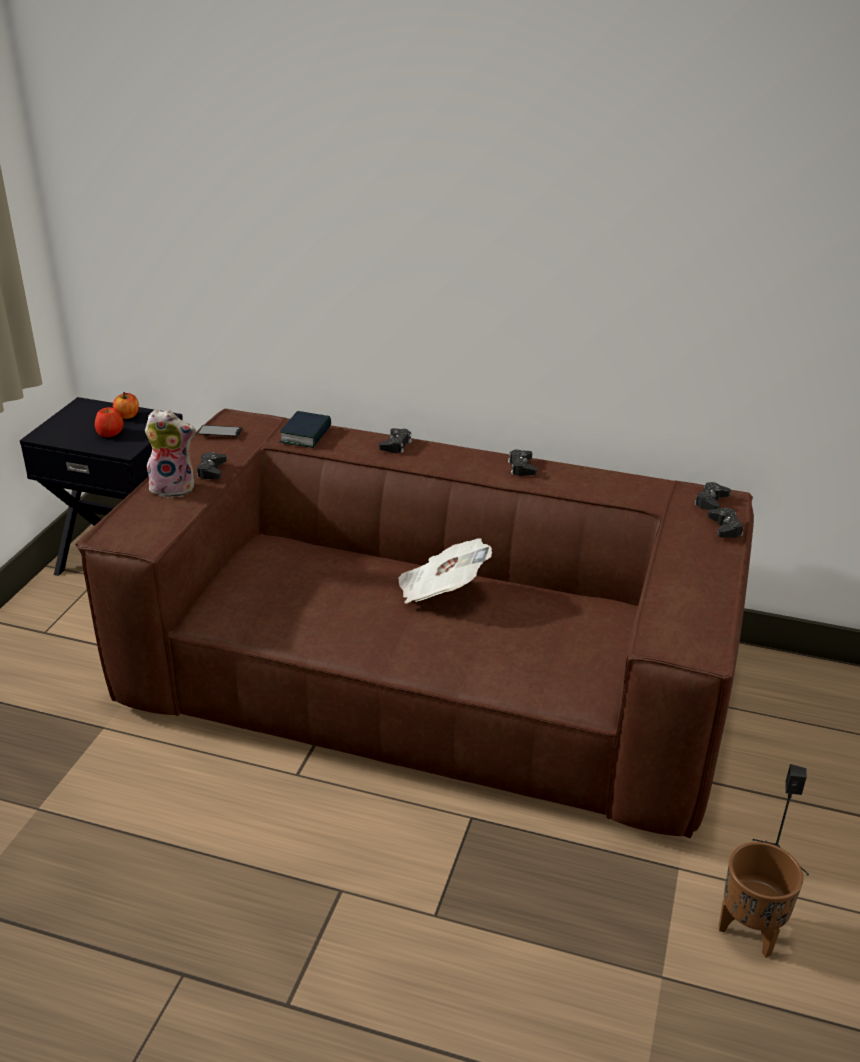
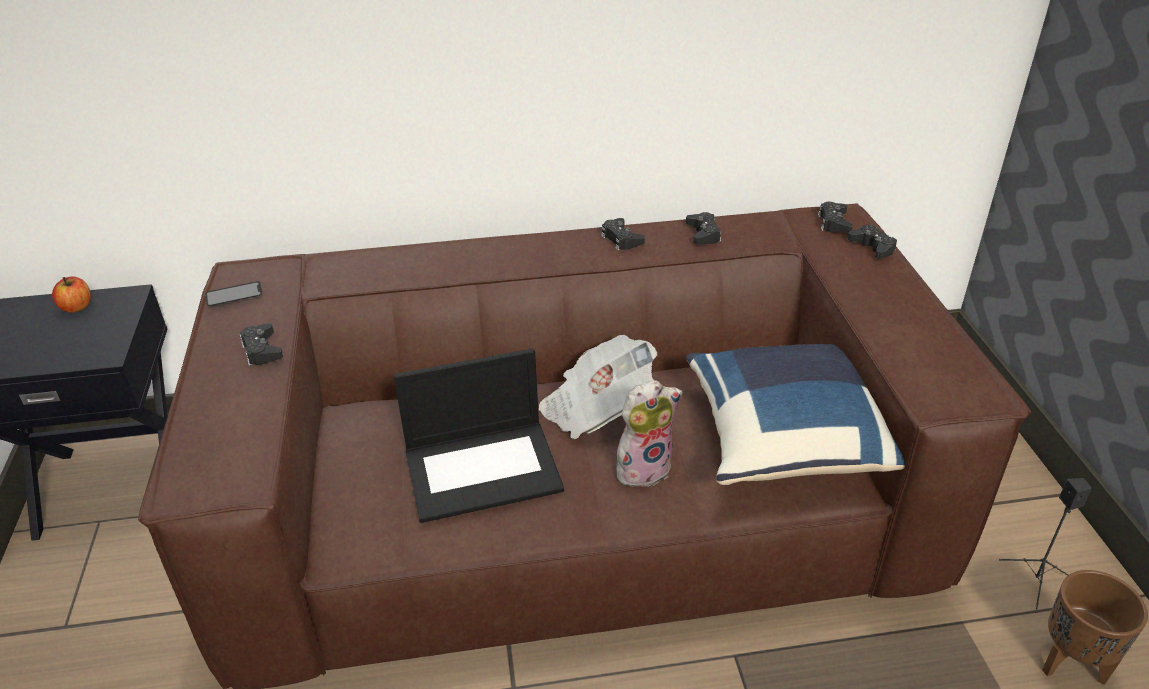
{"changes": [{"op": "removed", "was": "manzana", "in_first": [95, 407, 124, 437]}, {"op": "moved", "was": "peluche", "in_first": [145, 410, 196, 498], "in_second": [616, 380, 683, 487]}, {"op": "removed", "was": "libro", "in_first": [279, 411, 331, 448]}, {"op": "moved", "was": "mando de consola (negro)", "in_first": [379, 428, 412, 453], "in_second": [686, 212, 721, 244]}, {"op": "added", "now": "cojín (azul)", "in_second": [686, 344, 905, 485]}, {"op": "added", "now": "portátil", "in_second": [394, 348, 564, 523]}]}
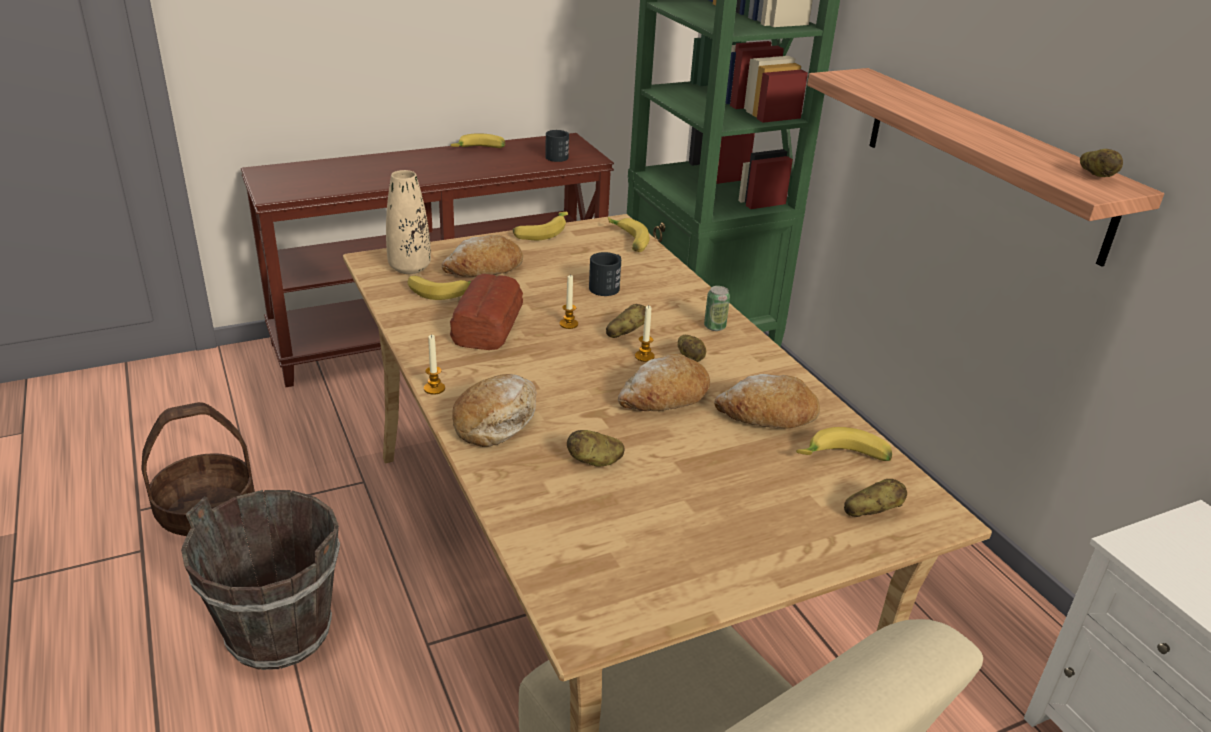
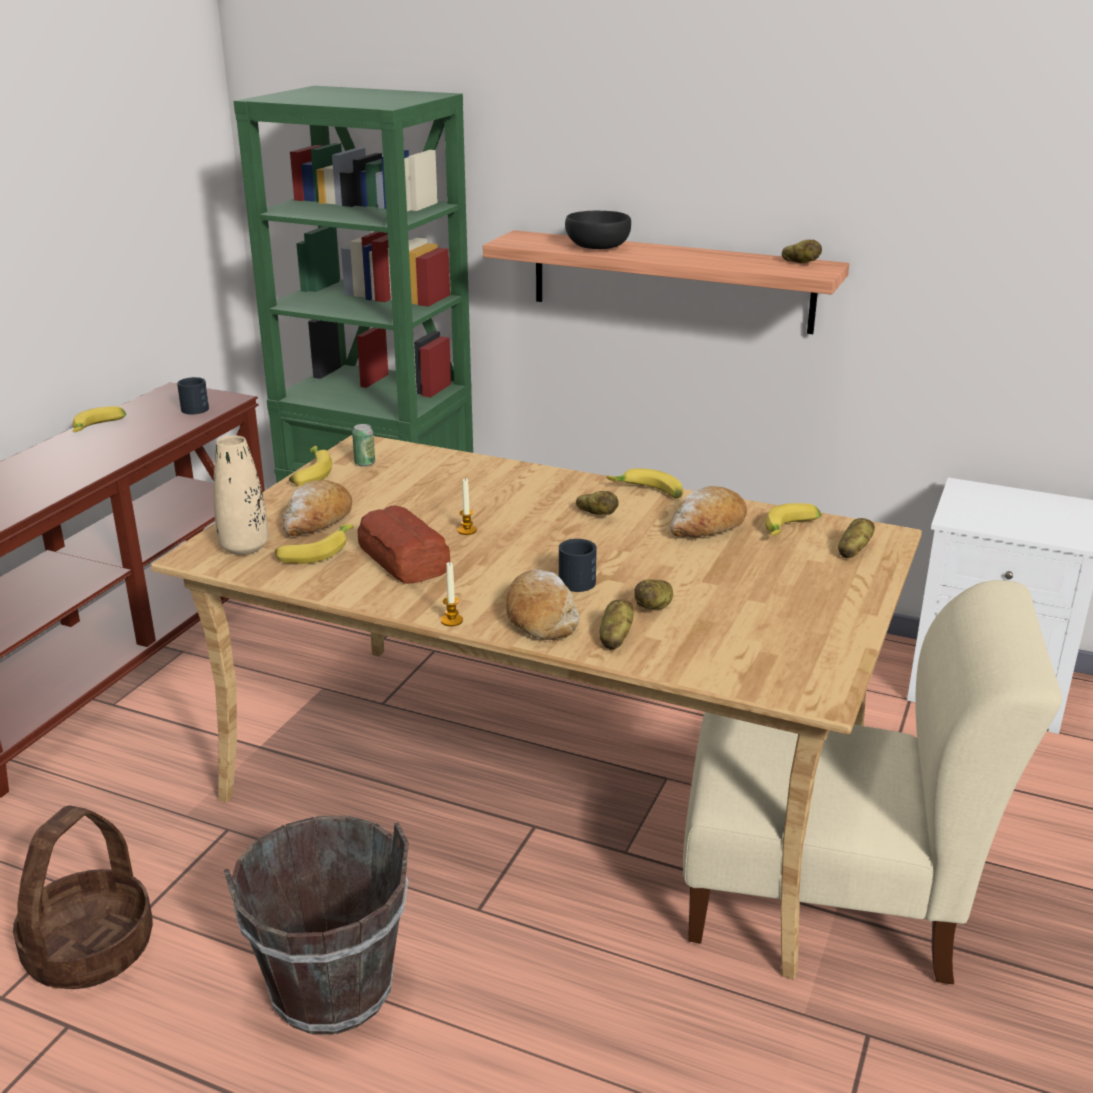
{"changes": [{"op": "moved", "was": "plátano", "in_first": [608, 217, 650, 252], "in_second": [606, 468, 684, 498]}, {"op": "moved", "was": "taza grande (negro)", "in_first": [589, 252, 621, 296], "in_second": [559, 539, 597, 592]}, {"op": "moved", "was": "lata", "in_first": [704, 286, 730, 331], "in_second": [352, 424, 375, 467]}, {"op": "moved", "was": "patata", "in_first": [606, 304, 646, 338], "in_second": [599, 599, 634, 649]}, {"op": "removed", "was": "vela", "in_first": [635, 306, 655, 362]}, {"op": "removed", "was": "pan", "in_first": [618, 354, 710, 411]}, {"op": "added", "now": "cuenco (negro)", "in_second": [565, 211, 631, 249]}]}
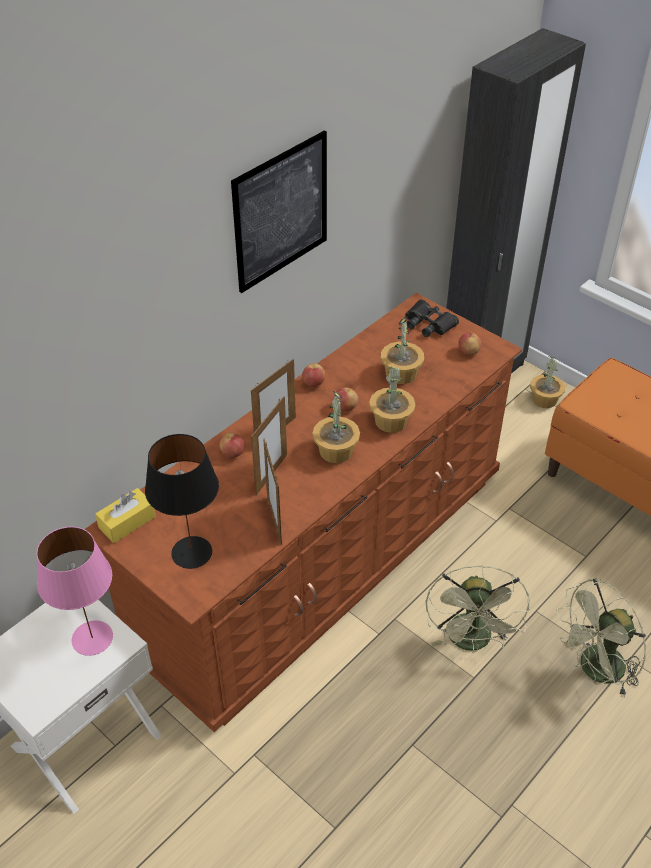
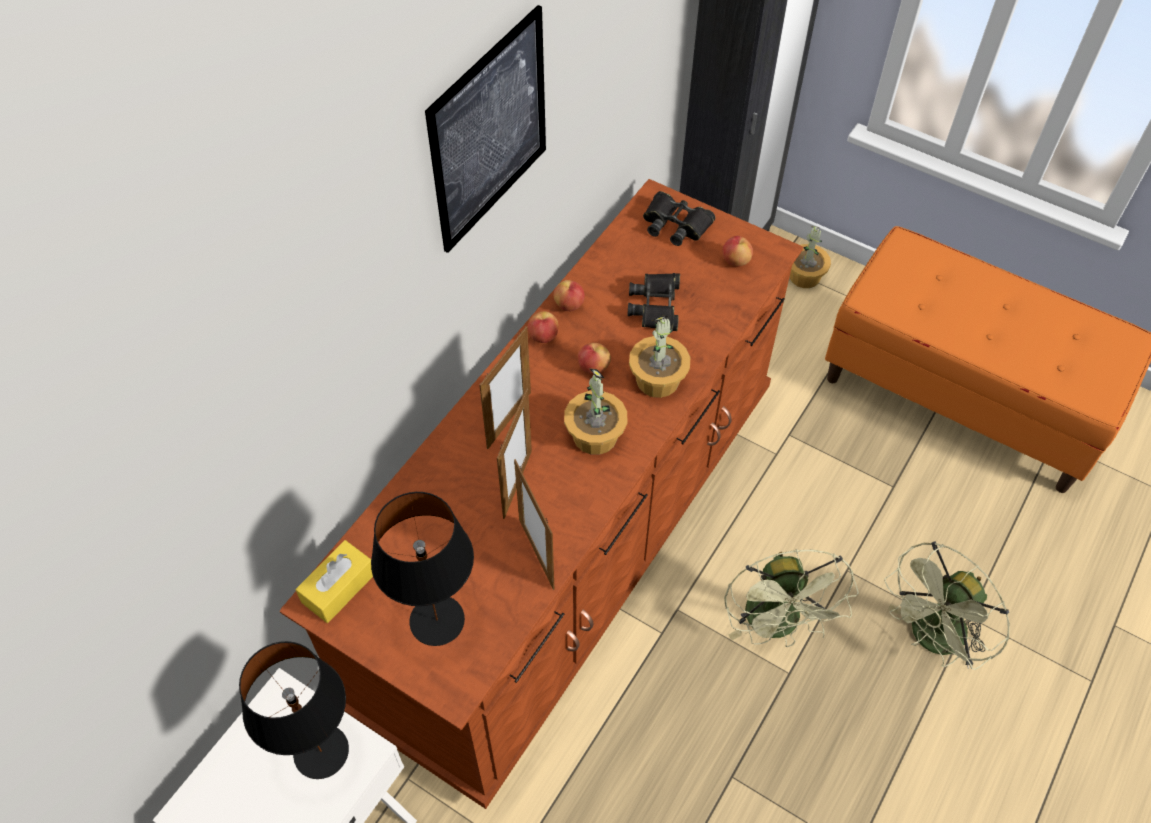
{"changes": [{"op": "replaced", "was": "planta en maceta", "now": "prismáticos (negro)", "in_first": [381, 316, 424, 384], "in_second": [627, 273, 680, 331]}, {"op": "moved", "was": "manzana", "in_first": [219, 433, 245, 458], "in_second": [554, 280, 585, 311]}, {"op": "recoloured", "was": "lámpara de mesa (rosa)", "now": "lámpara de mesa (negro)", "in_first": [37, 527, 113, 656], "in_second": [239, 641, 349, 779]}]}
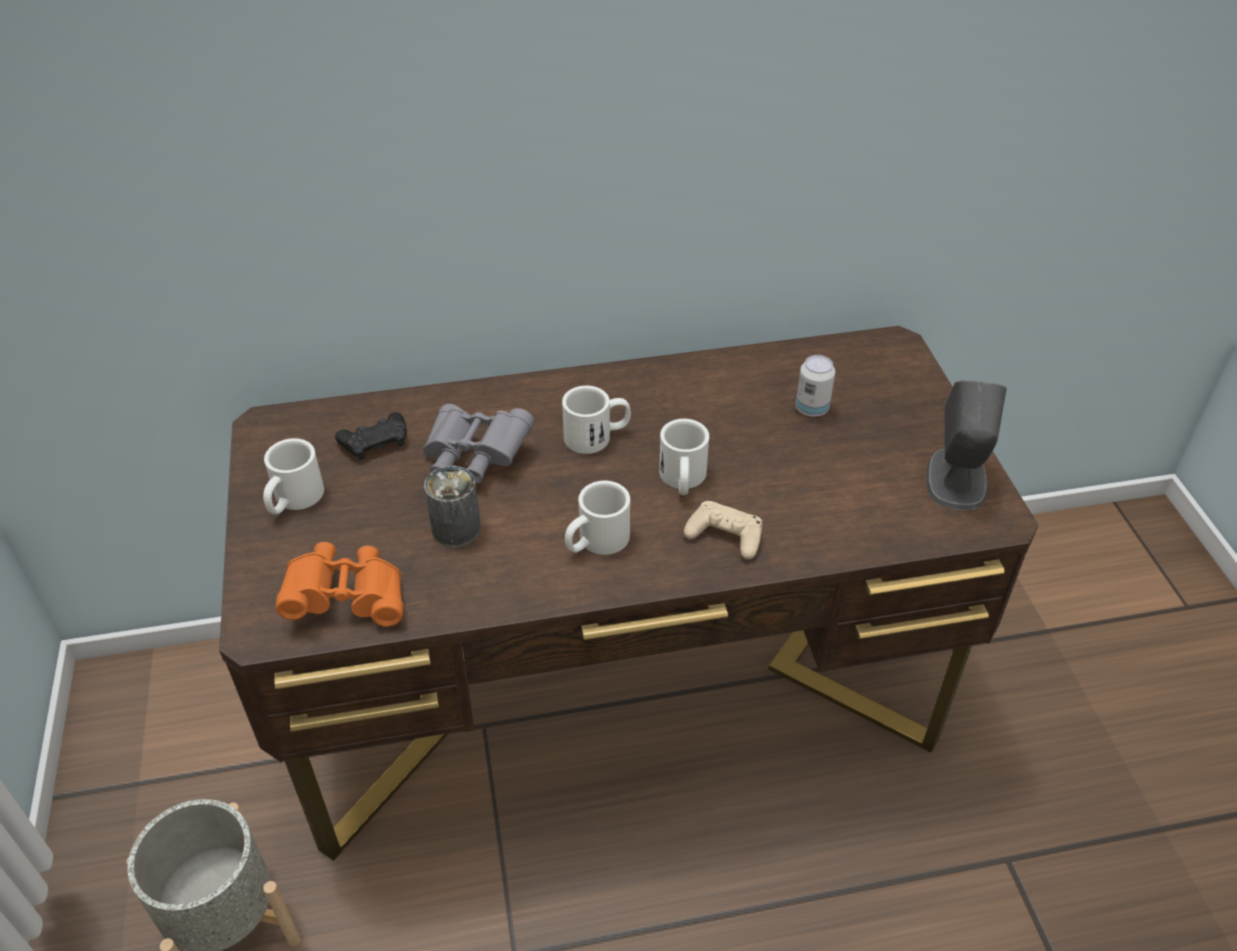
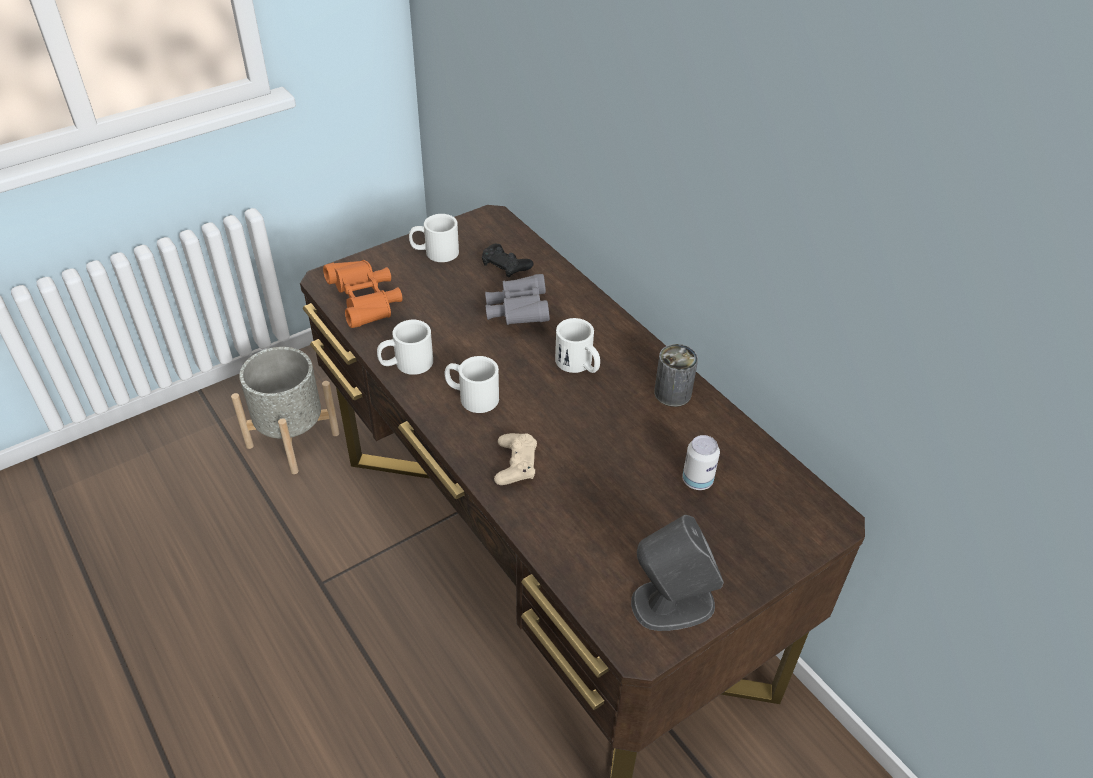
{"changes": [{"op": "moved", "was": "taza grande (blanco)", "in_first": [659, 419, 709, 495], "in_second": [377, 320, 433, 375]}, {"op": "moved", "was": "lata", "in_first": [424, 466, 481, 547], "in_second": [654, 344, 698, 407]}]}
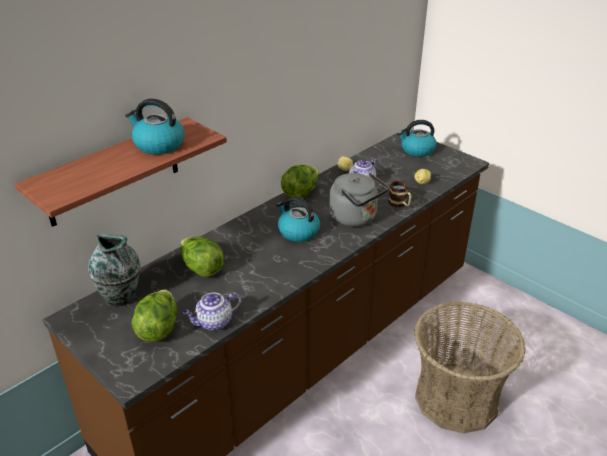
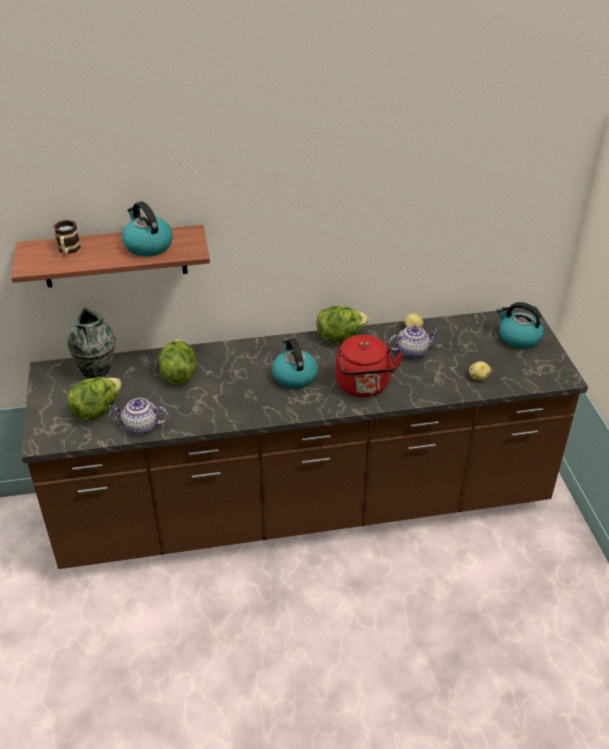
{"changes": [{"op": "recoloured", "was": "hervidor (gris)", "now": "hervidor (rojo)", "in_first": [329, 172, 389, 227], "in_second": [335, 335, 403, 397]}, {"op": "moved", "was": "taza grande", "in_first": [389, 181, 412, 207], "in_second": [53, 220, 81, 254]}, {"op": "removed", "was": "cesta", "in_first": [414, 301, 526, 434]}]}
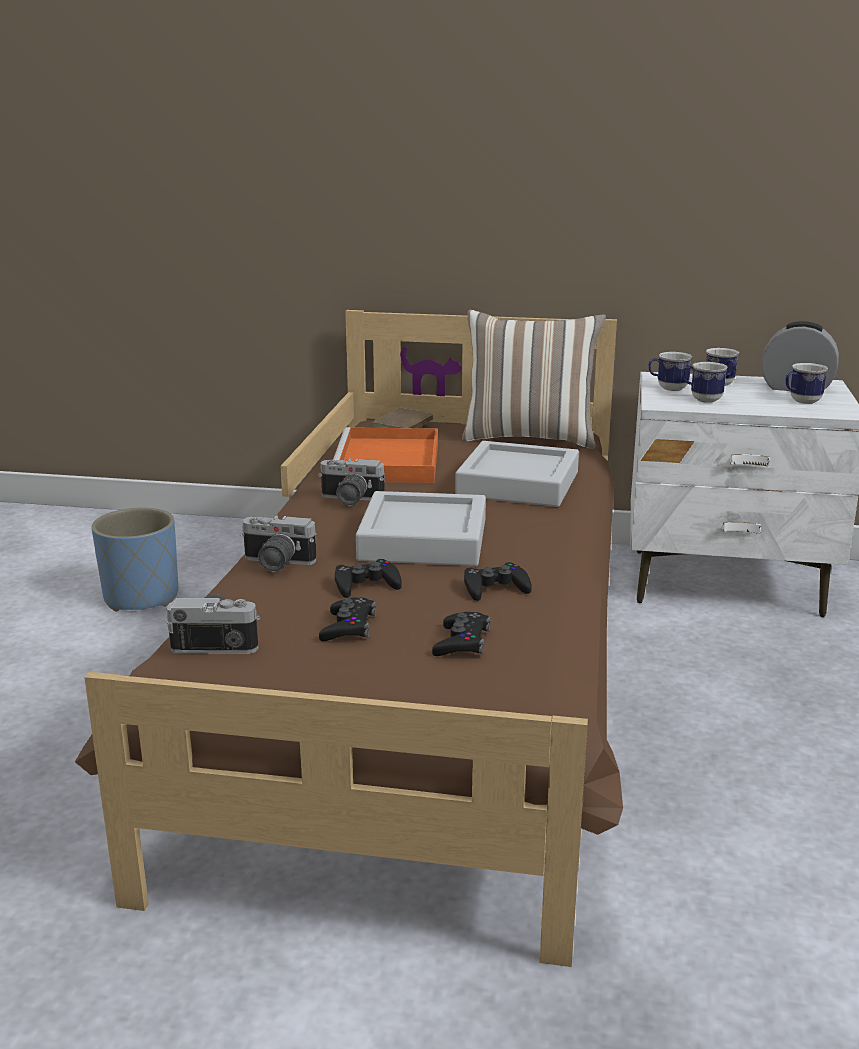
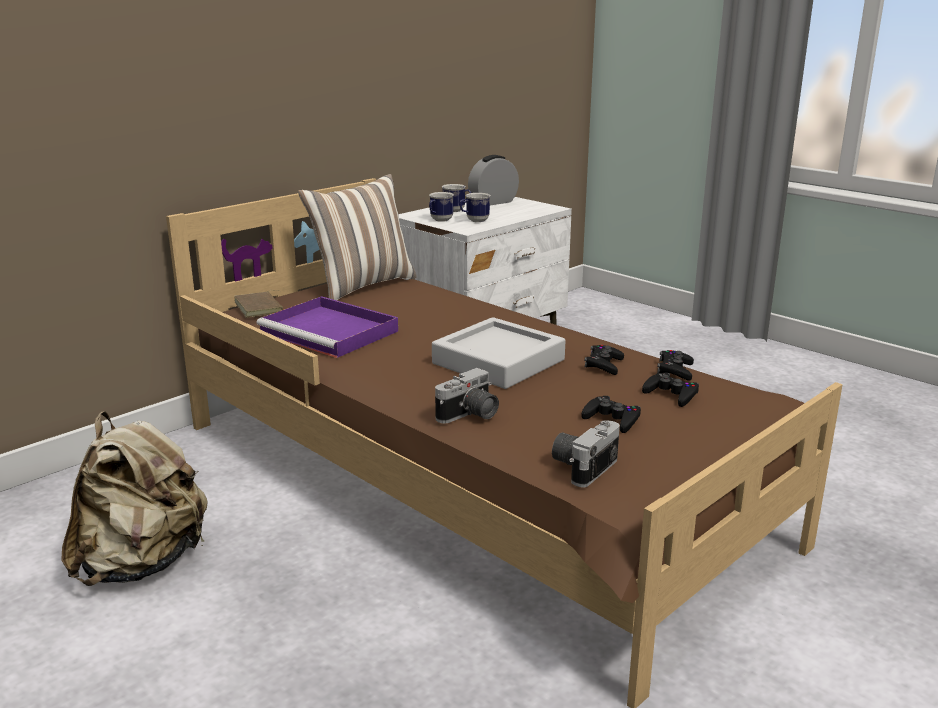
{"changes": [{"op": "removed", "was": "taza grande", "in_first": [786, 363, 828, 404]}, {"op": "recoloured", "was": "bandeja (naranja)", "now": "bandeja (morado)", "in_first": [333, 427, 438, 483], "in_second": [257, 296, 398, 358]}, {"op": "removed", "was": "bandeja (gris)", "in_first": [455, 441, 579, 507]}, {"op": "removed", "was": "cámara", "in_first": [318, 458, 385, 506]}, {"op": "replaced", "was": "maceta (azul)", "now": "mochila (beis)", "in_first": [91, 507, 178, 612], "in_second": [61, 411, 208, 586]}, {"op": "moved", "was": "mando de consola (negro)", "in_first": [335, 559, 402, 598], "in_second": [657, 350, 694, 381]}]}
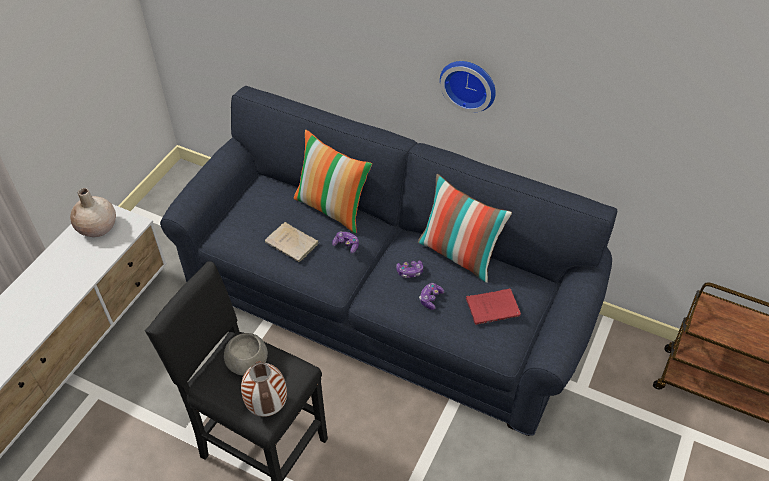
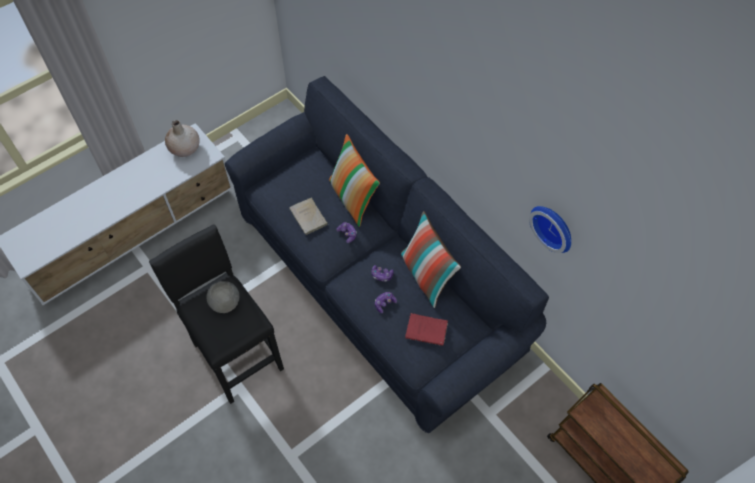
{"changes": [{"op": "moved", "was": "reloj de pared", "in_first": [440, 61, 496, 113], "in_second": [529, 206, 571, 253]}, {"op": "removed", "was": "florero", "in_first": [241, 361, 287, 417]}]}
